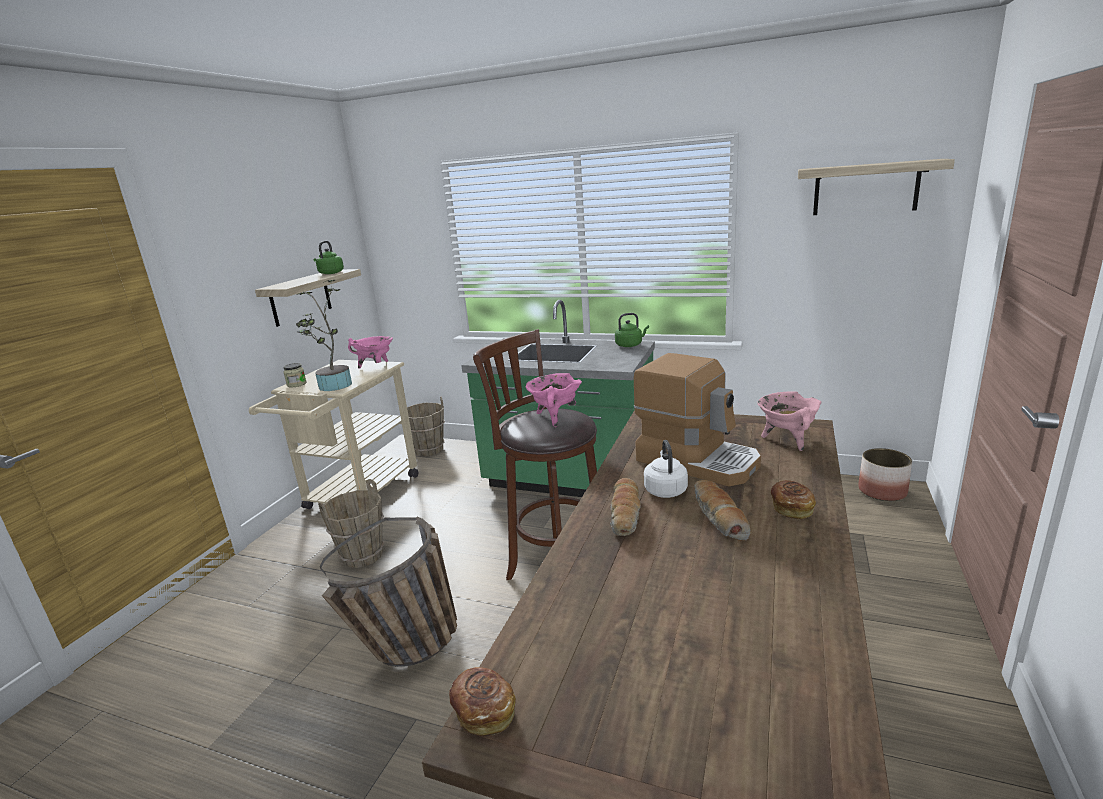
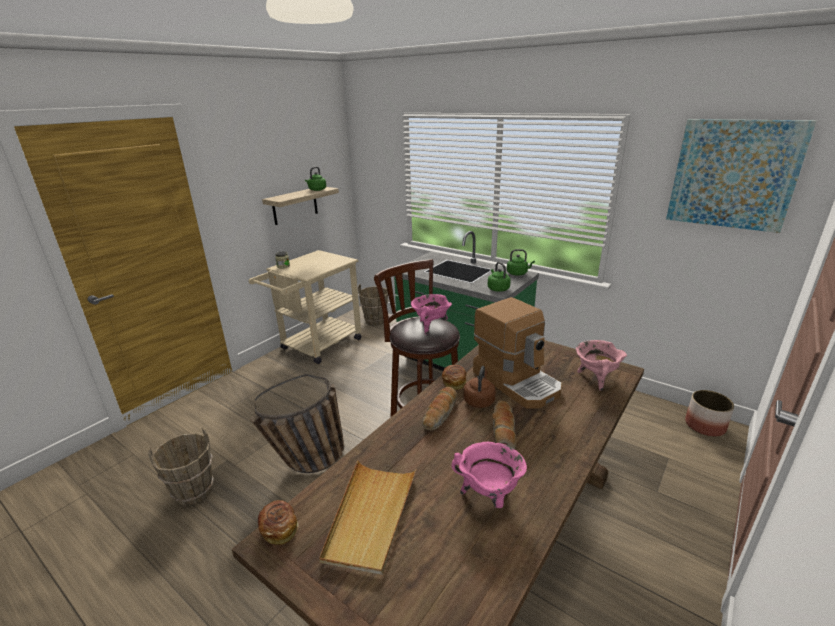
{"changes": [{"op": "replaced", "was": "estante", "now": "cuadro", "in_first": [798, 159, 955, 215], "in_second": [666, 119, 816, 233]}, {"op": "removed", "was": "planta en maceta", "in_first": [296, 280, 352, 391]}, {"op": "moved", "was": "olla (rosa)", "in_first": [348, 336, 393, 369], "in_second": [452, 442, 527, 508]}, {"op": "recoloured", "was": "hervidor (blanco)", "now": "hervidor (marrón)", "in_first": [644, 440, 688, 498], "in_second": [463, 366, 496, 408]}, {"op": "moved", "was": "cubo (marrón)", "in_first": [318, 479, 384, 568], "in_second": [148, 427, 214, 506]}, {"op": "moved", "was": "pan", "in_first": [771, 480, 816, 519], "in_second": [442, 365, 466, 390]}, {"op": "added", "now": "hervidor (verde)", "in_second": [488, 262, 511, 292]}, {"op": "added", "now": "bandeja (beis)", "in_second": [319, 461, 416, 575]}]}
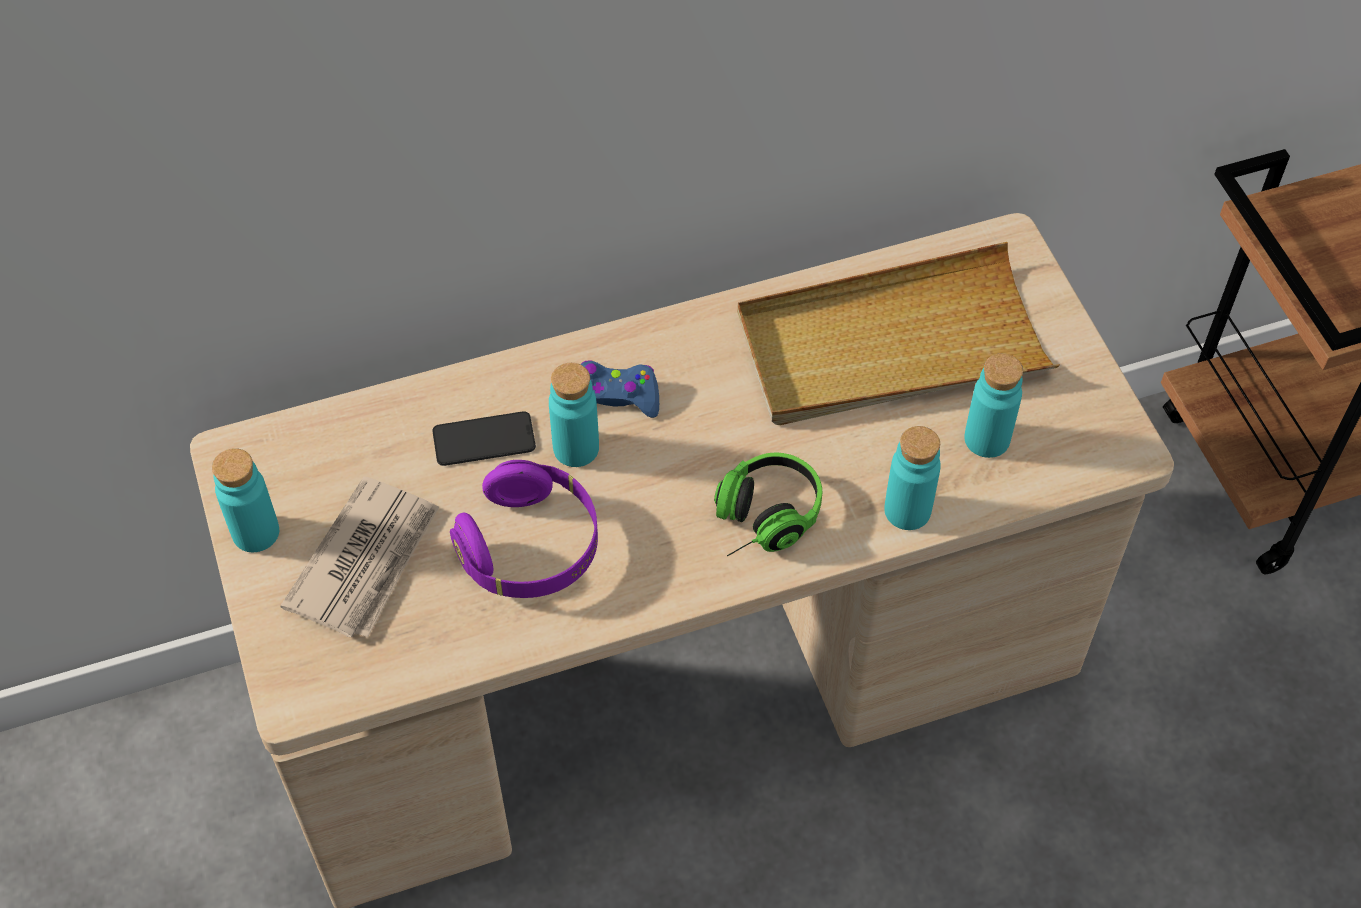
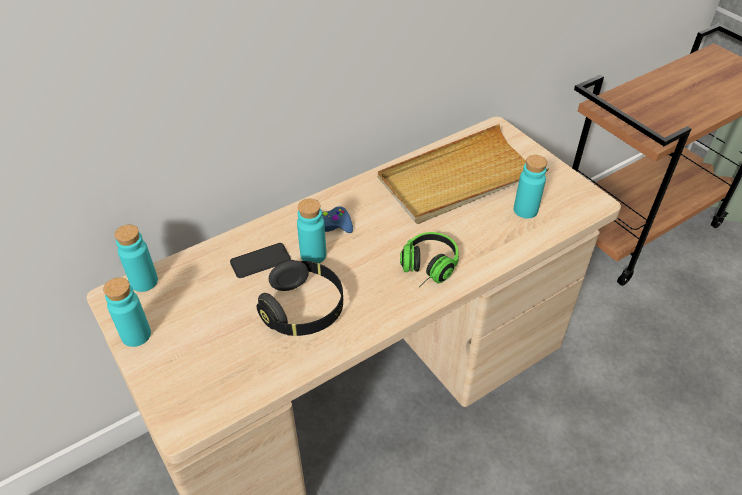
{"changes": [{"op": "moved", "was": "botella (turquesa)", "in_first": [884, 426, 941, 530], "in_second": [114, 225, 158, 292]}, {"op": "recoloured", "was": "auriculares (morado)", "now": "auriculares (negro)", "in_first": [450, 460, 598, 598], "in_second": [256, 260, 343, 336]}, {"op": "removed", "was": "periódico", "in_first": [280, 476, 439, 638]}]}
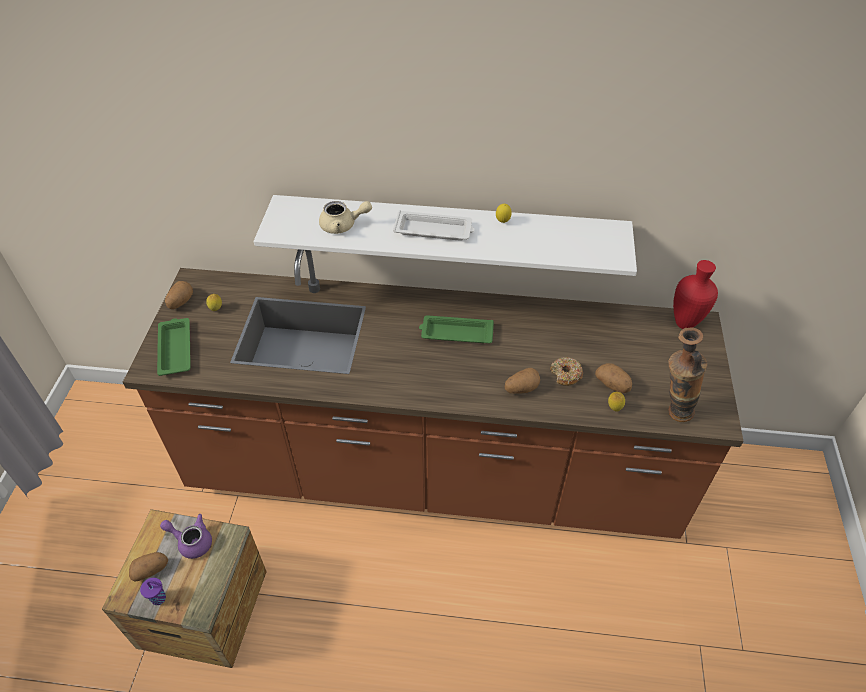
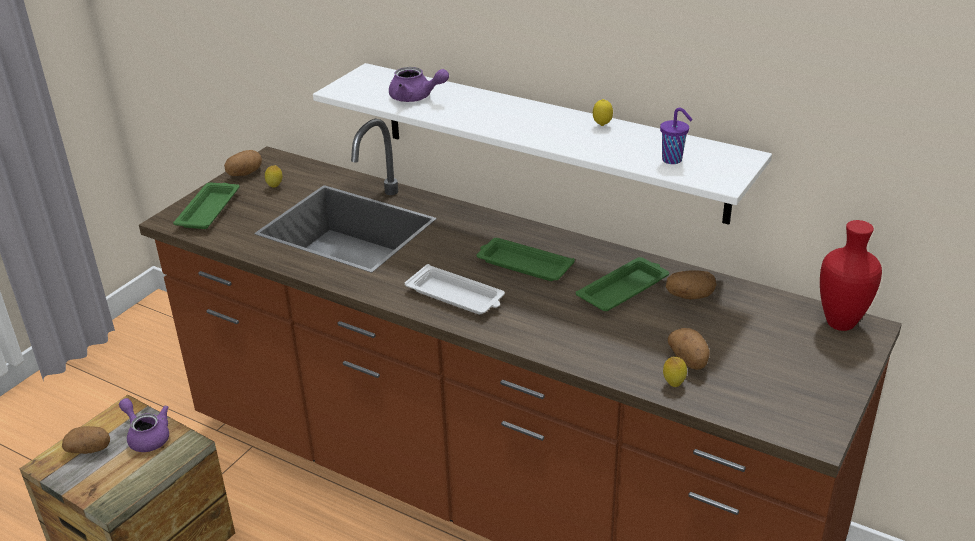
{"changes": [{"op": "recoloured", "was": "tetera (beis)", "now": "tetera (morado)", "in_first": [319, 201, 372, 234], "in_second": [389, 67, 449, 102]}, {"op": "moved", "was": "bandeja (blanco)", "in_first": [393, 210, 475, 241], "in_second": [405, 264, 505, 314]}, {"op": "removed", "was": "florero", "in_first": [668, 328, 707, 422]}, {"op": "removed", "was": "rosquilla", "in_first": [550, 357, 583, 386]}, {"op": "moved", "was": "patata", "in_first": [505, 368, 540, 394], "in_second": [666, 270, 717, 300]}, {"op": "moved", "was": "taza (morado)", "in_first": [140, 578, 166, 605], "in_second": [660, 108, 693, 164]}, {"op": "added", "now": "bandeja (verde)", "in_second": [576, 257, 669, 311]}]}
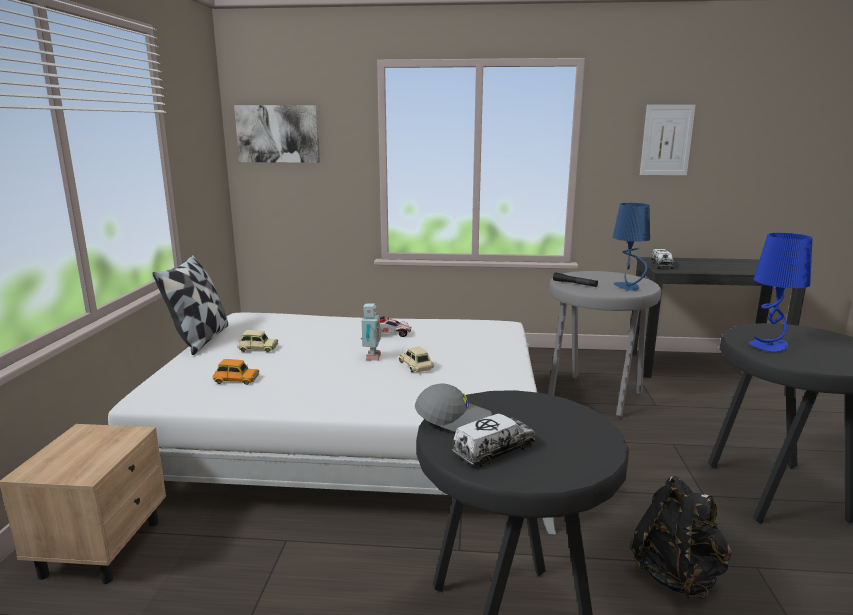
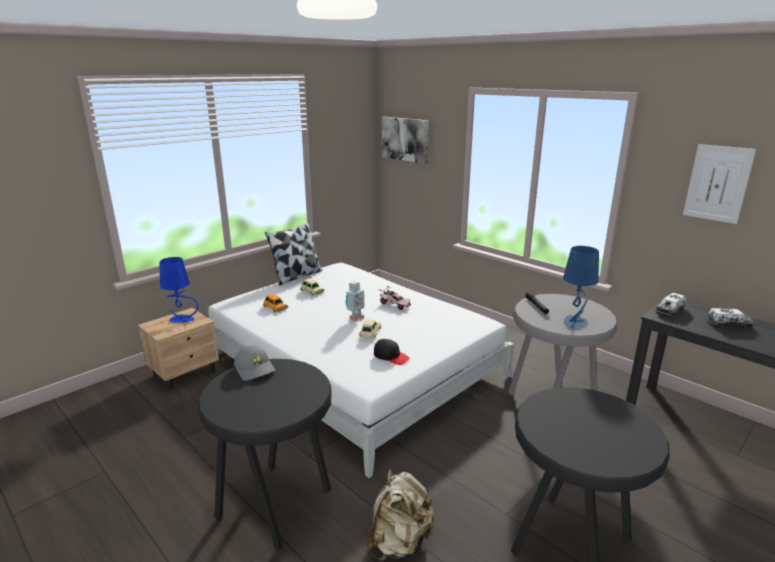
{"changes": [{"op": "moved", "was": "lámpara de mesa (azul)", "in_first": [748, 233, 813, 352], "in_second": [159, 257, 198, 323]}, {"op": "moved", "was": "camión de juguete", "in_first": [452, 414, 535, 467], "in_second": [706, 308, 754, 329]}, {"op": "recoloured", "was": "mochila (negro)", "now": "mochila (beis)", "in_first": [630, 476, 732, 599], "in_second": [366, 470, 434, 561]}, {"op": "added", "now": "gorra (negro)", "in_second": [374, 339, 410, 365]}]}
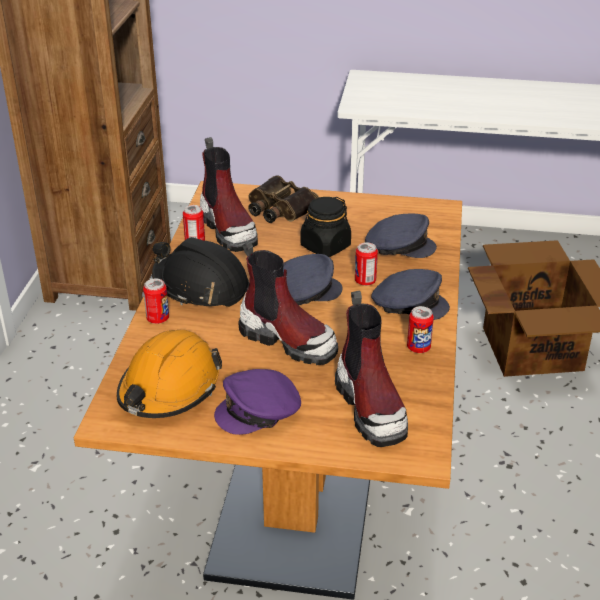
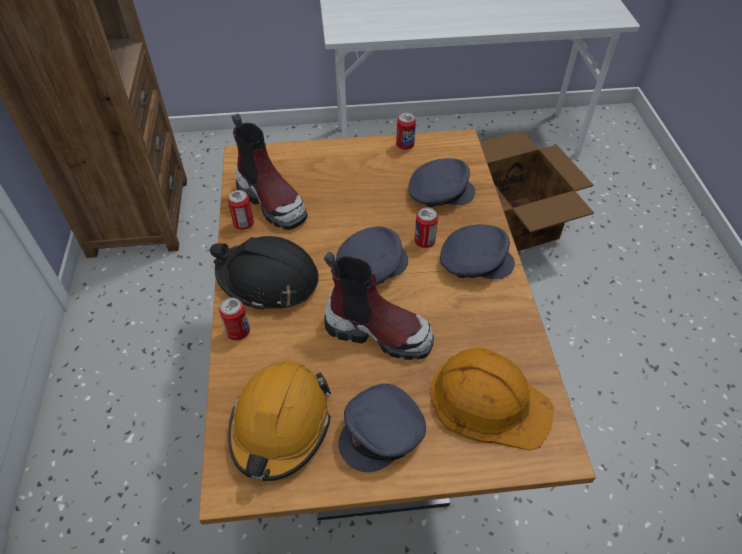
{"changes": [{"op": "removed", "was": "prismáticos", "in_first": [248, 175, 319, 223]}, {"op": "removed", "was": "tarro (negro)", "in_first": [301, 197, 351, 257]}, {"op": "replaced", "was": "bota", "now": "casco (naranja)", "in_first": [335, 290, 408, 447], "in_second": [430, 348, 555, 451]}, {"op": "moved", "was": "lata", "in_first": [407, 306, 434, 353], "in_second": [396, 113, 416, 150]}, {"op": "recoloured", "was": "gorra (morado)", "now": "gorra (gris)", "in_first": [214, 369, 301, 435], "in_second": [338, 384, 426, 472]}]}
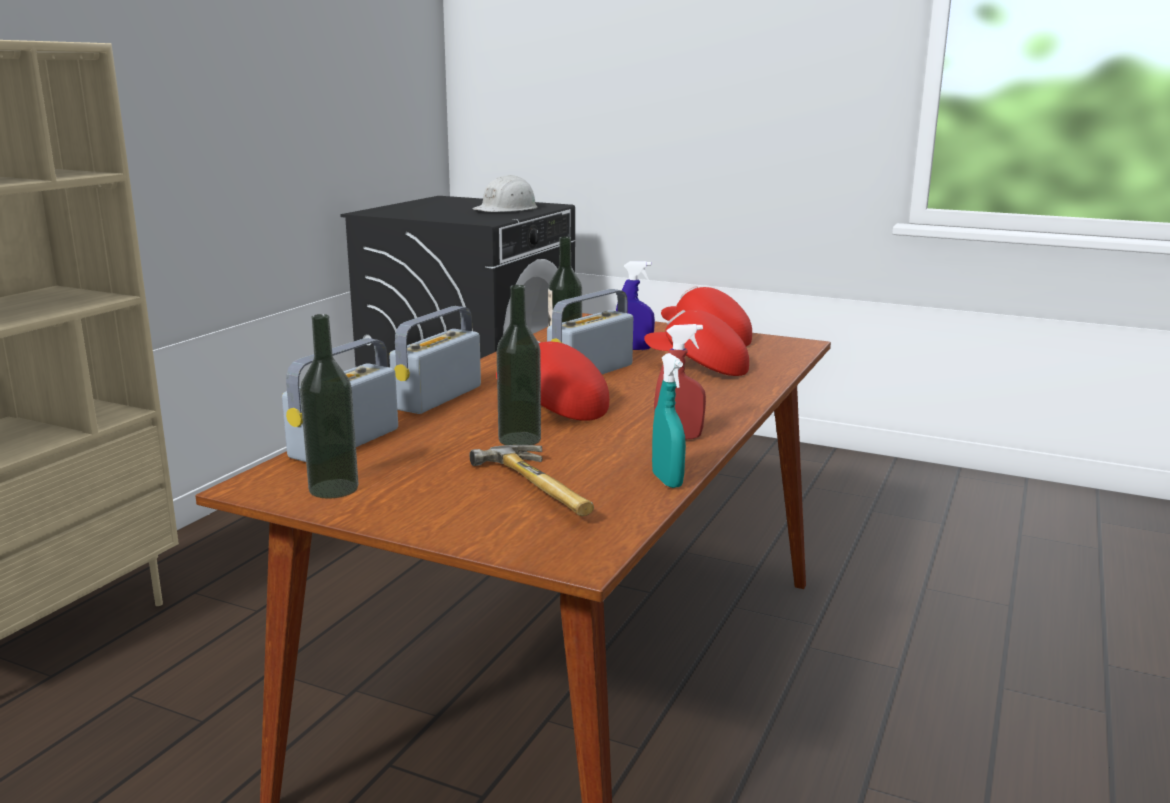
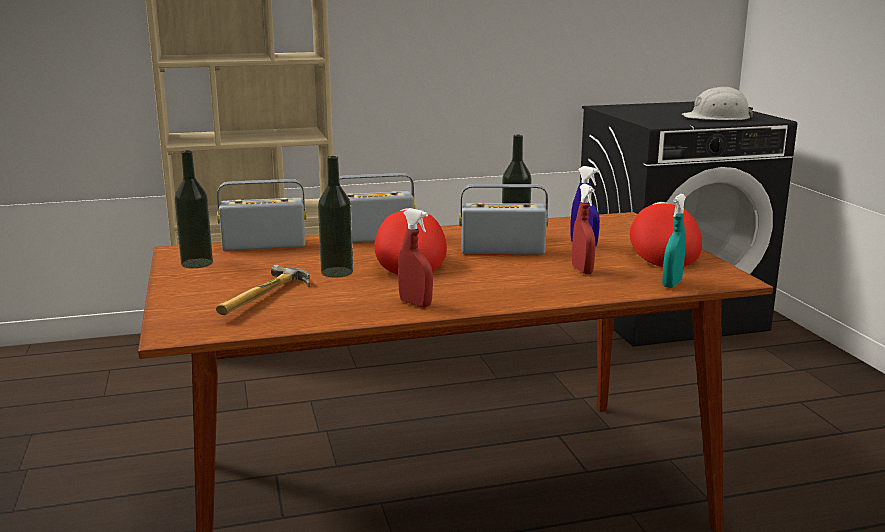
{"changes": [{"op": "replaced", "was": "gorra (rojo)", "now": "pulverizador (rojo)", "in_first": [644, 310, 749, 376], "in_second": [572, 184, 596, 274]}, {"op": "moved", "was": "pulverizador (turquesa)", "in_first": [652, 353, 686, 488], "in_second": [662, 194, 686, 288]}]}
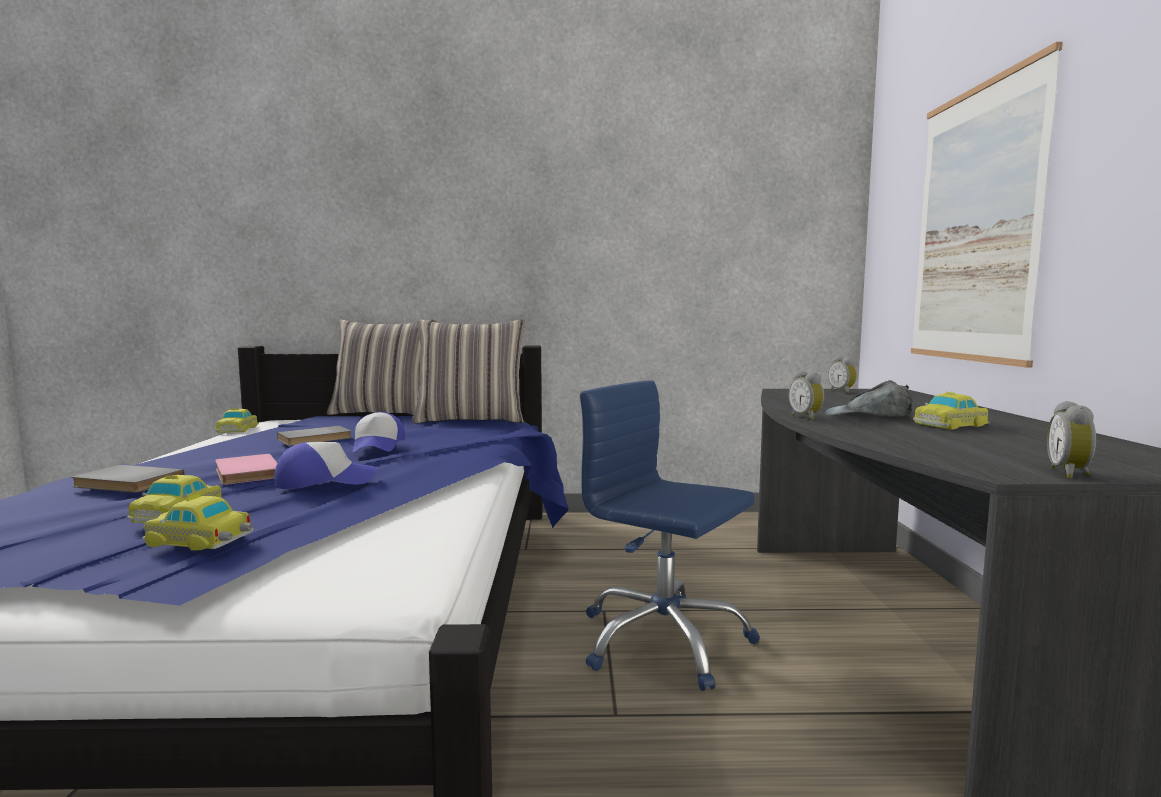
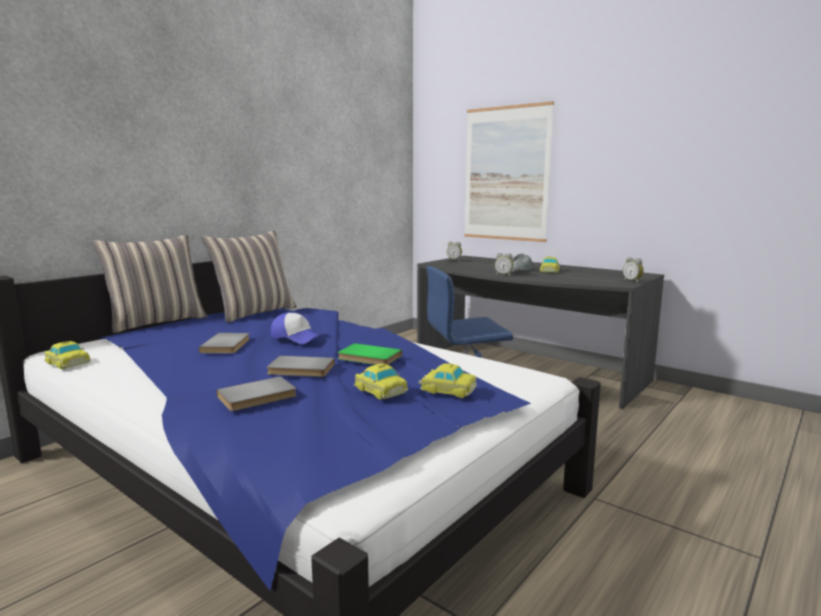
{"changes": [{"op": "replaced", "was": "gorra", "now": "libro (verde)", "in_first": [274, 442, 377, 489], "in_second": [338, 343, 402, 365]}, {"op": "recoloured", "was": "libro (rosa)", "now": "libro (gris)", "in_first": [215, 454, 277, 485], "in_second": [267, 356, 335, 377]}, {"op": "turned", "was": "coche de juguete", "in_first": [143, 494, 253, 551], "in_second": [419, 363, 477, 398], "clockwise": -120}]}
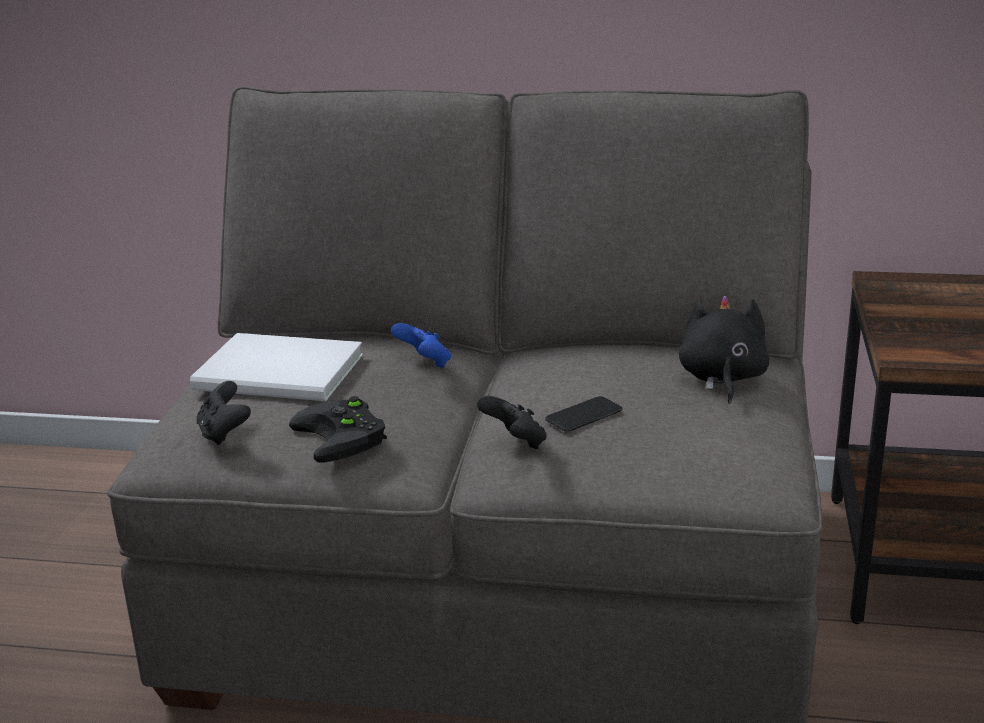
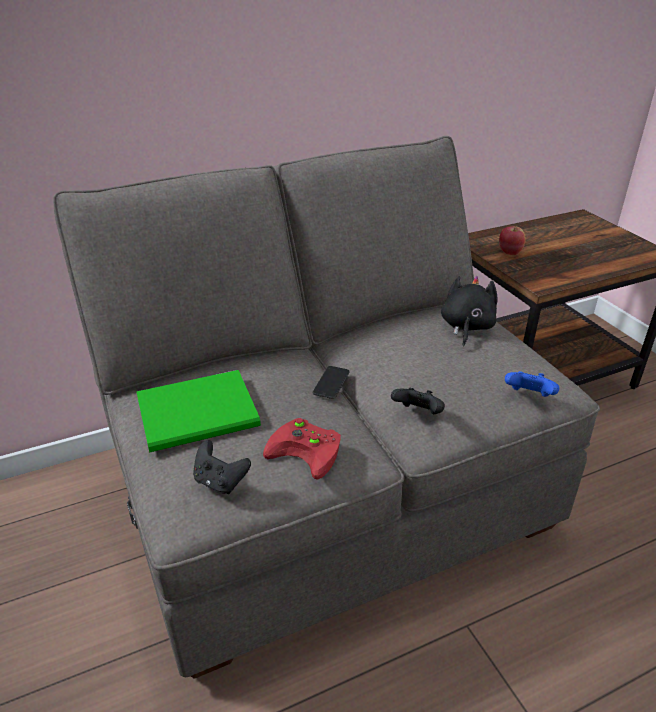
{"changes": [{"op": "turned", "was": "peluche (negro)", "in_first": [679, 296, 769, 404], "in_second": [441, 275, 498, 346], "clockwise": 45}, {"op": "moved", "was": "mando de consola (azul)", "in_first": [391, 323, 451, 368], "in_second": [505, 371, 559, 397]}, {"op": "recoloured", "was": "libro (blanco)", "now": "libro (verde)", "in_first": [190, 333, 363, 401], "in_second": [136, 370, 261, 453]}, {"op": "recoloured", "was": "mando de consola (negro)", "now": "mando de consola (rojo)", "in_first": [289, 396, 387, 463], "in_second": [263, 418, 341, 480]}, {"op": "moved", "was": "móvil", "in_first": [545, 396, 622, 432], "in_second": [313, 366, 350, 399]}, {"op": "added", "now": "manzana", "in_second": [499, 226, 526, 255]}]}
